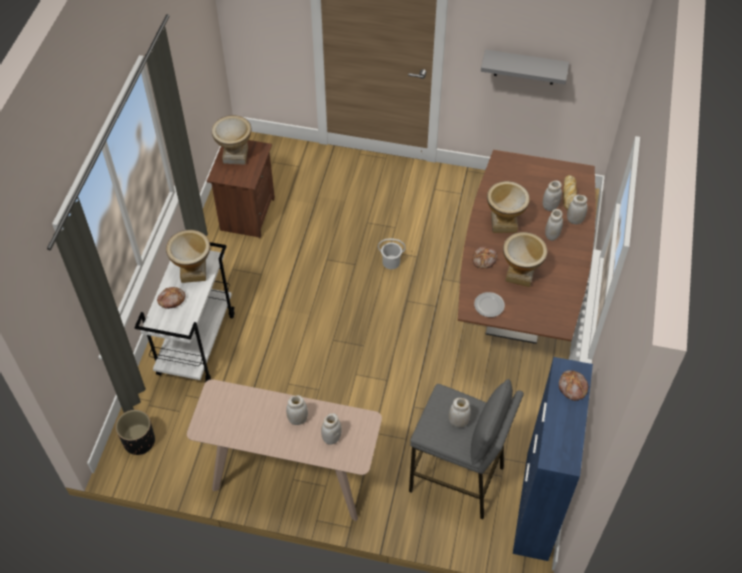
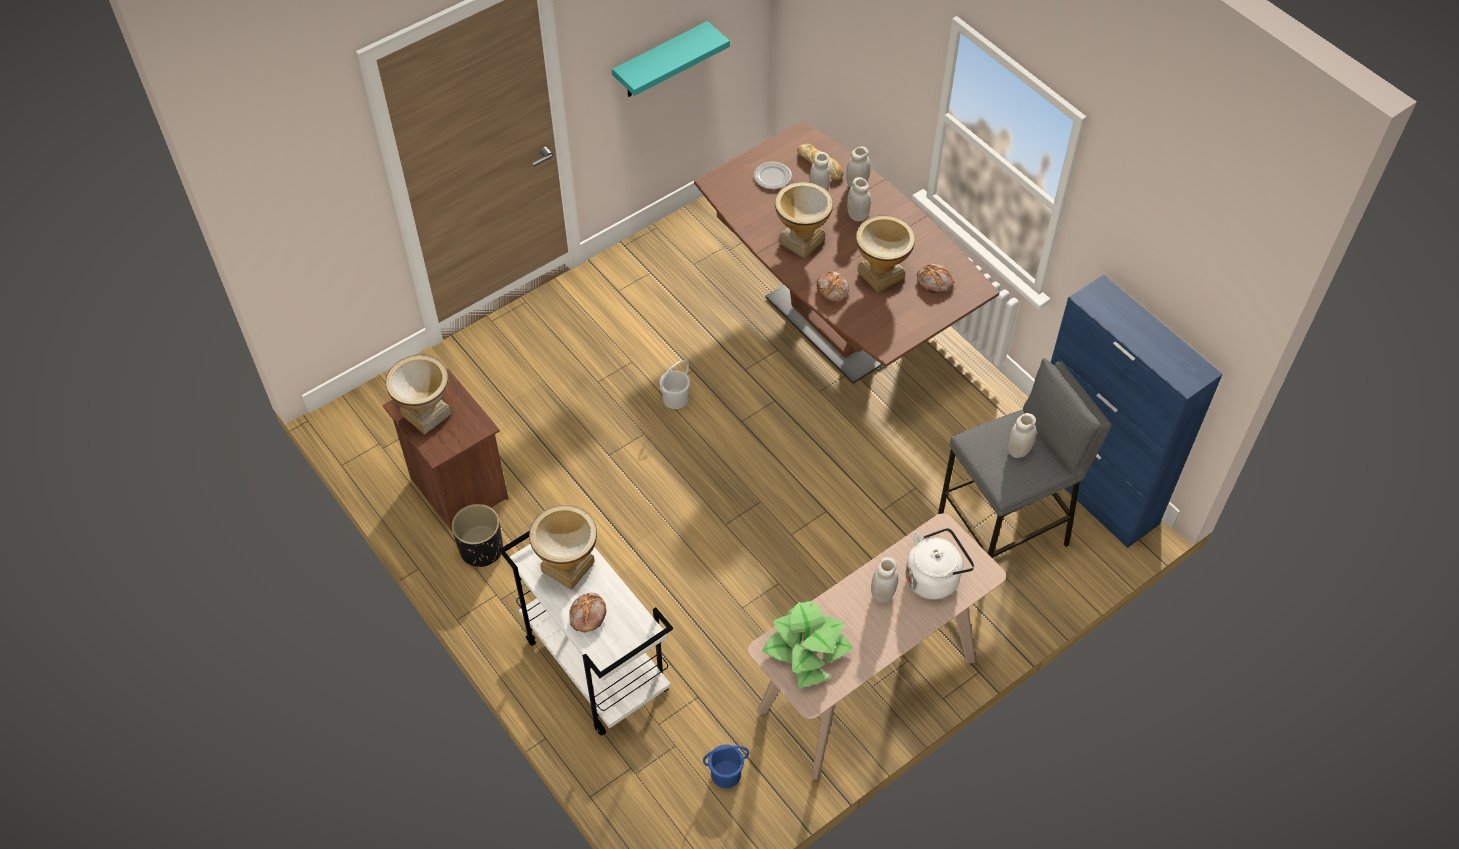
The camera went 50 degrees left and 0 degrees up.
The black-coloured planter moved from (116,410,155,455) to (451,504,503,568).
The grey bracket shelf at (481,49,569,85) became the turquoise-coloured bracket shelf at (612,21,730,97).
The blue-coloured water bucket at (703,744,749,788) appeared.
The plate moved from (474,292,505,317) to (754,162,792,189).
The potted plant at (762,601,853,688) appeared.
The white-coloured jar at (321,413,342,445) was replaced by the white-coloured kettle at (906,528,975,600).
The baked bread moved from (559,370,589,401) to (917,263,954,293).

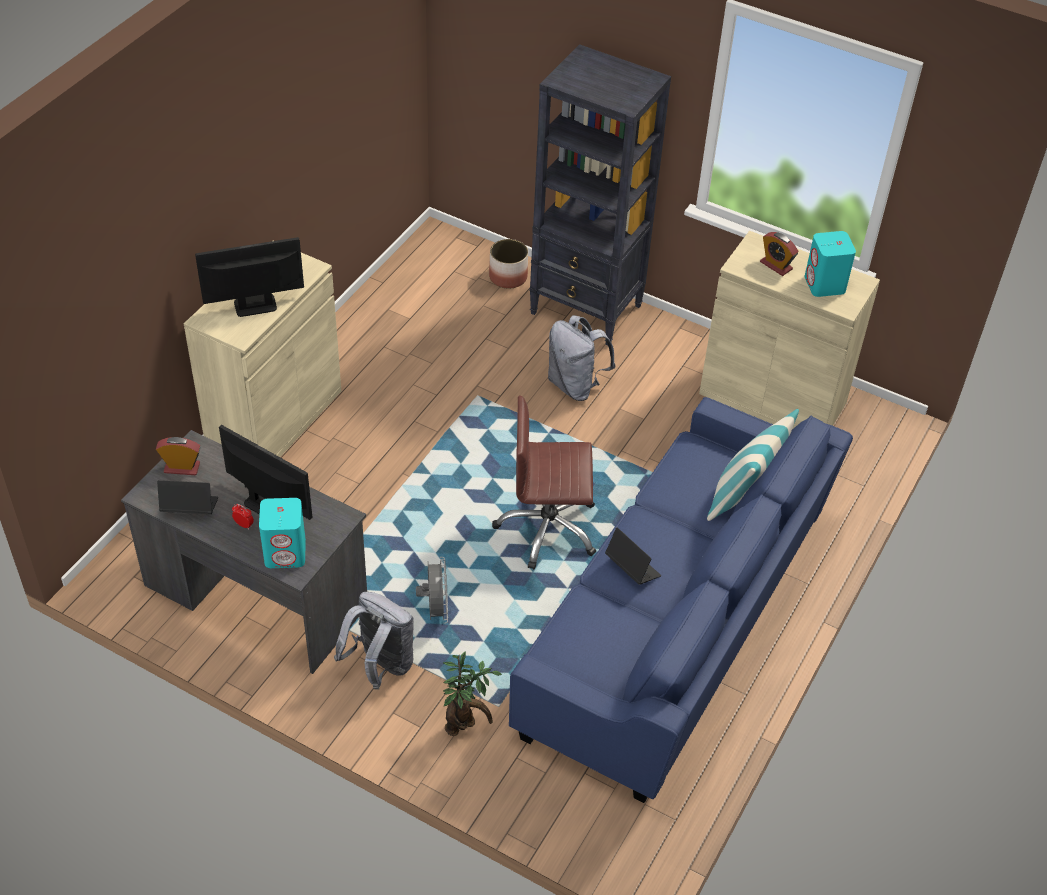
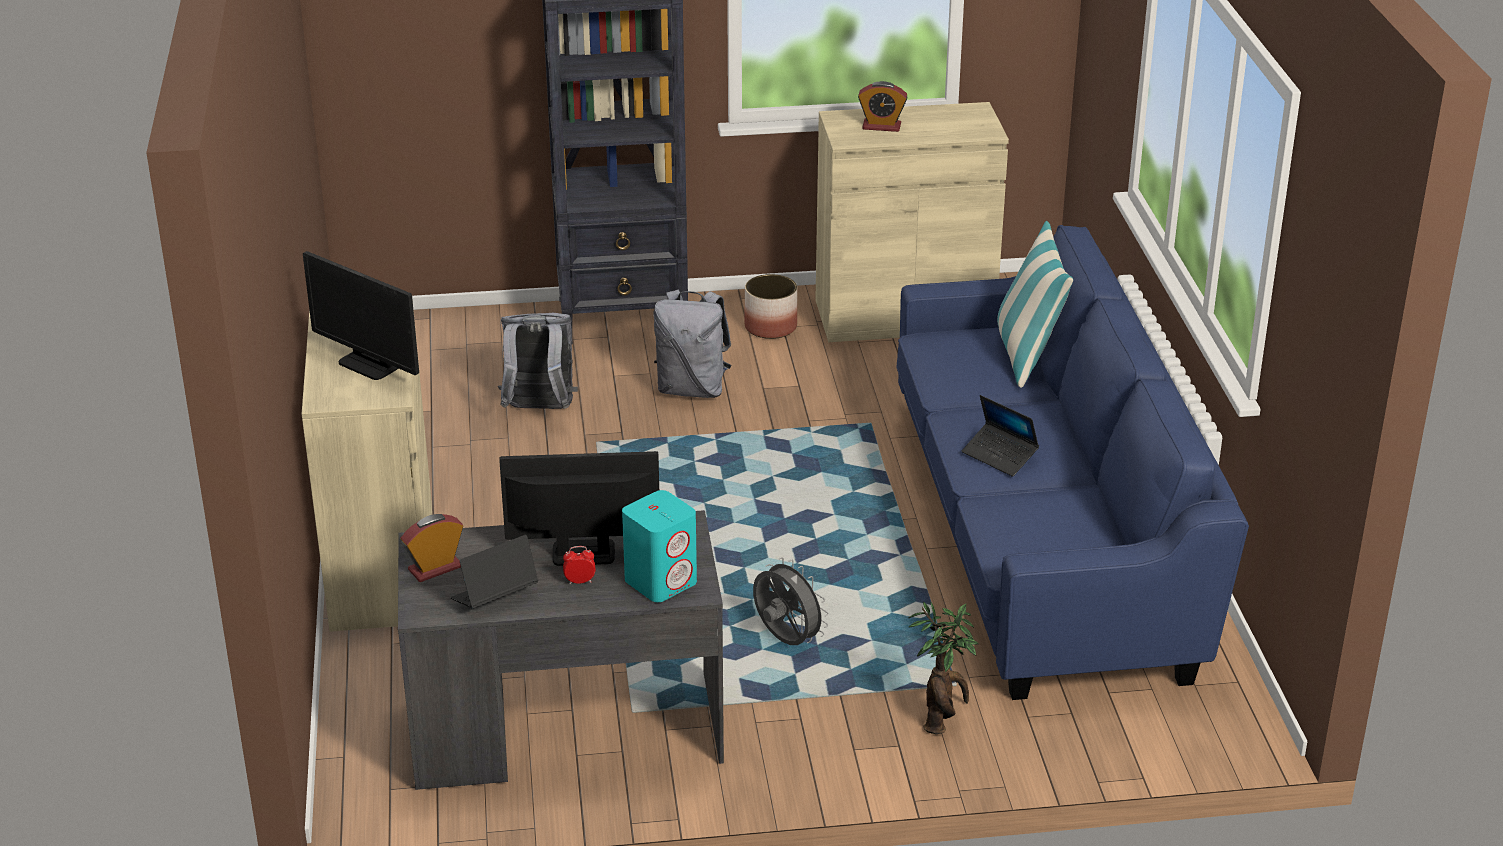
The camera went 35 degrees left and 15 degrees down.
The computer screen at (195,237,304,317) turned 90 degrees counterclockwise.
The grey knapsack moved from (334,592,414,690) to (498,313,578,409).
The planter moved from (489,239,528,289) to (744,274,797,339).
The notebook computer at (605,527,661,585) turned 150 degrees counterclockwise.
The brown desk chair at (492,395,596,570) disappeared.
The turquoise-coloured loudspeaker at (805,231,856,297) disappeared.

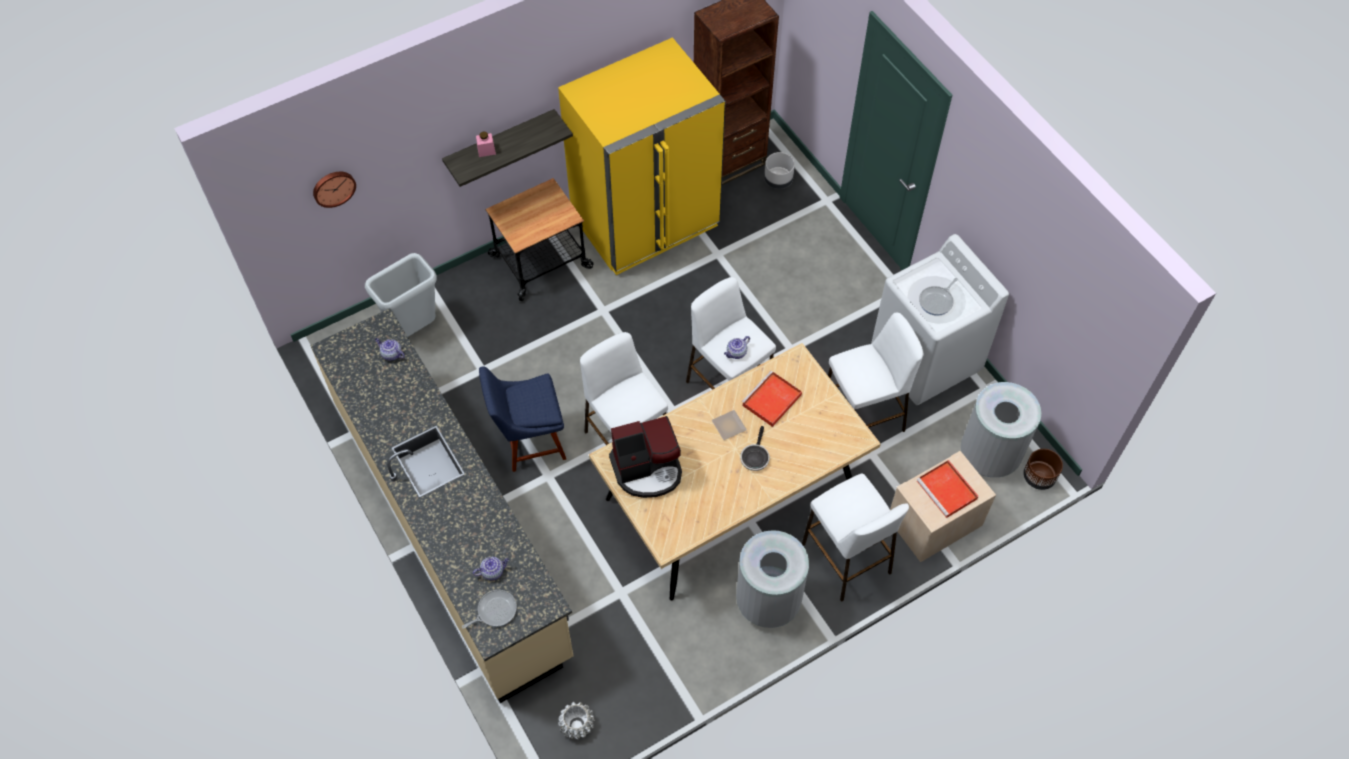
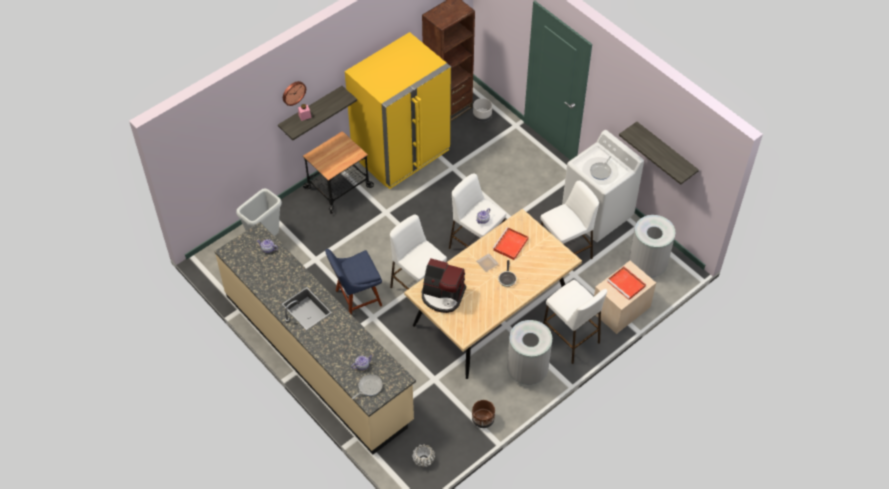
The camera went 10 degrees left and 5 degrees down.
The clock on the wall moved from (313,172,356,208) to (283,81,306,106).
The coffee machine at (609,416,682,498) turned 45 degrees clockwise.
The brown planter moved from (1023,449,1063,490) to (472,400,495,428).
The bracket shelf at (619,122,699,185) appeared.

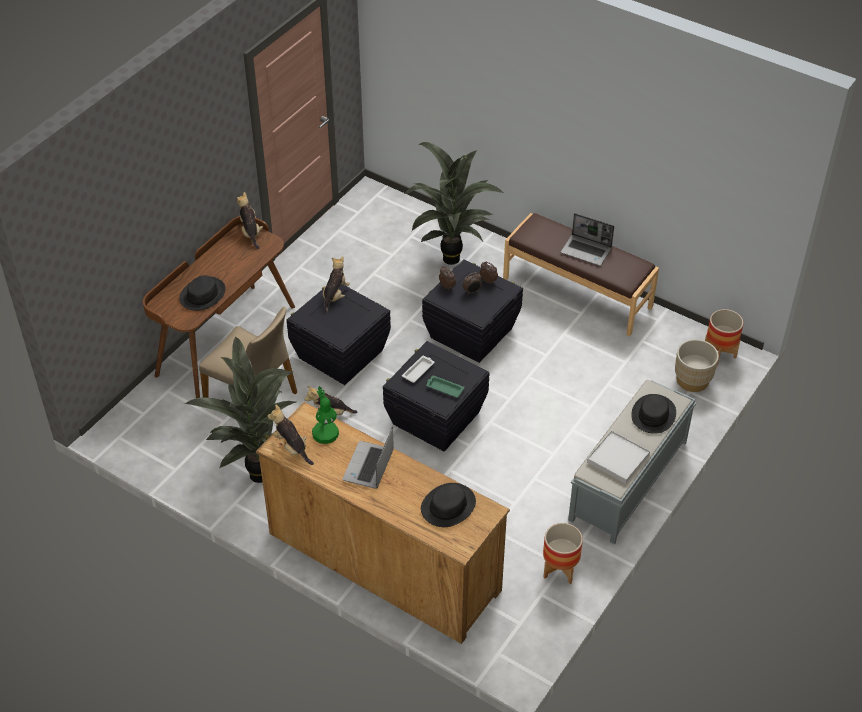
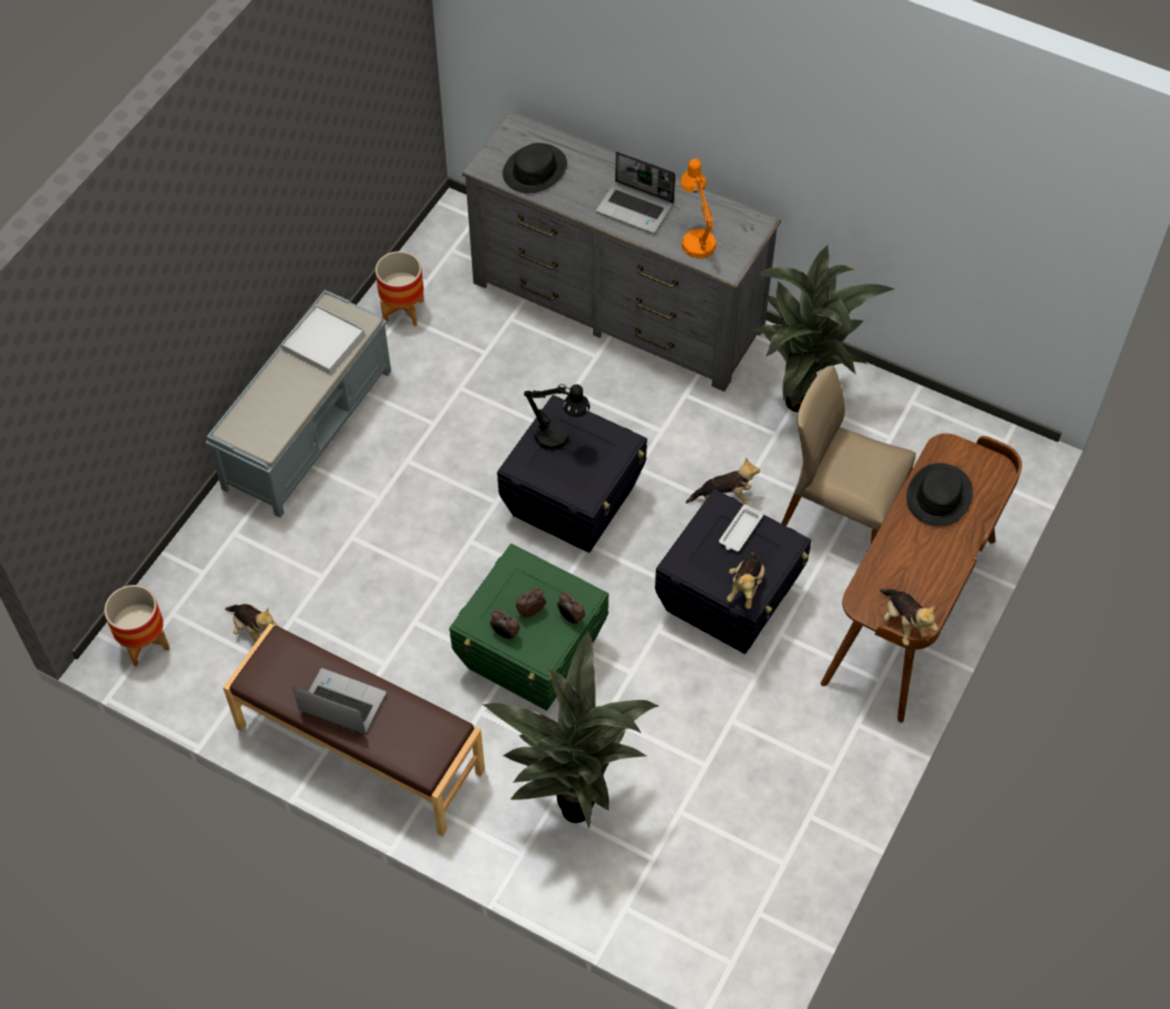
The camera went 175 degrees right and 10 degrees up.
The cuddly toy moved from (268,404,314,465) to (225,604,279,643).
The black-coloured storage container at (422,259,523,363) became the green-coloured storage container at (449,543,609,711).
The brown drawer chest at (256,402,510,644) became the grey drawer chest at (462,111,781,392).
The green-coloured carrying tray at (426,376,465,398) was replaced by the black-coloured lamp for a table at (524,384,590,450).
The notebook computer at (343,427,394,489) turned 105 degrees clockwise.
The green-coloured lamp for a table at (312,386,339,444) became the orangey lamp for a table at (680,158,717,258).
The white-coloured carrying tray moved from (402,356,435,383) to (719,504,763,552).
The black-coloured clothing hat at (631,394,676,434) disappeared.
The sand-coloured planter at (675,339,719,392) disappeared.

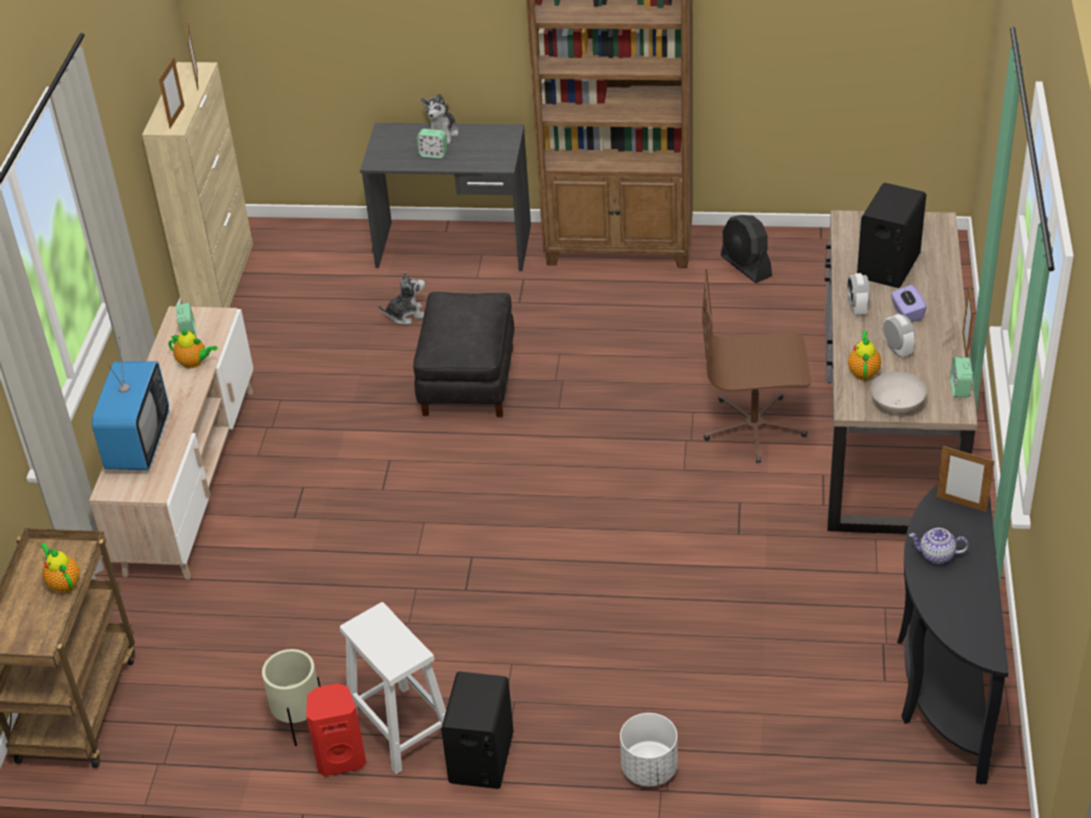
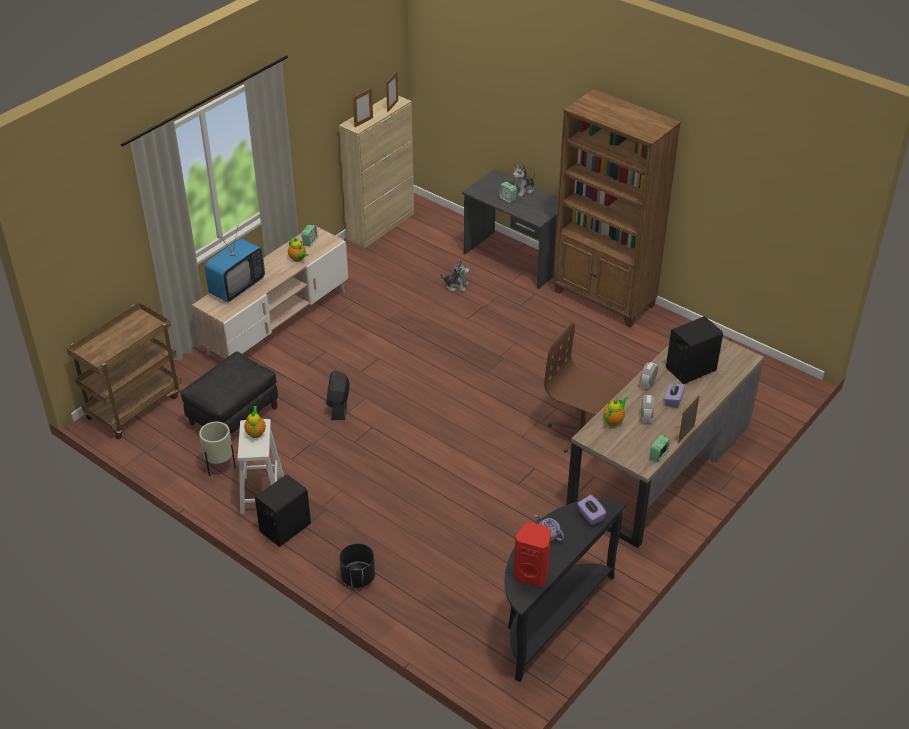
The camera went 30 degrees right and 0 degrees up.
The black-coloured ottoman moved from (413,292,514,417) to (180,352,278,435).
The tea pot moved from (40,543,80,593) to (244,406,266,438).
The black-coloured electric fan moved from (721,215,772,283) to (326,370,350,420).
The white-coloured planter at (620,713,678,787) became the black-coloured planter at (339,543,375,588).
The red loudspeaker moved from (306,683,366,776) to (514,522,551,587).
The picture frame at (936,446,994,512) was replaced by the purple tissue box at (577,495,606,525).
The white-coloured bowl at (870,371,927,412) disappeared.

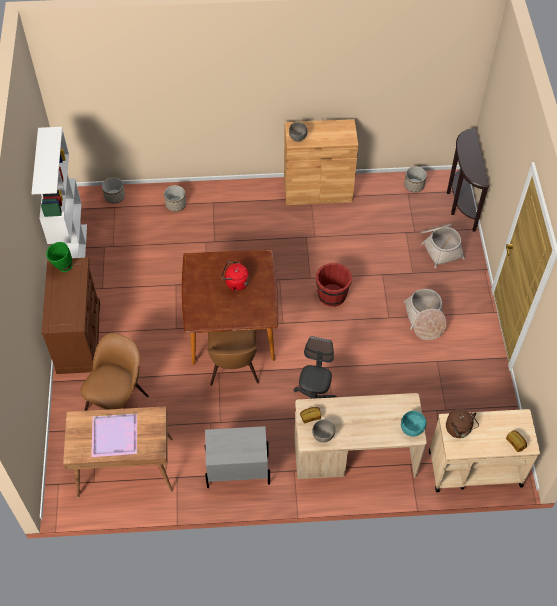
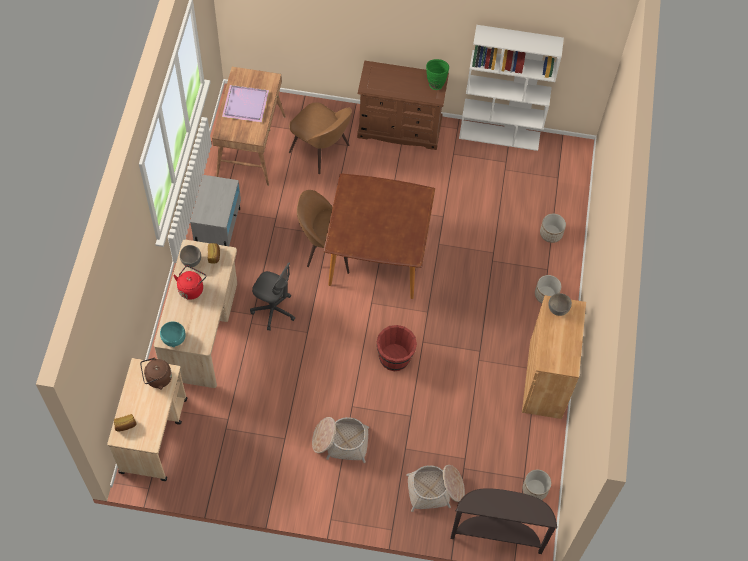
The camera went 100 degrees right and 5 degrees up.
The red kettle moved from (221,261,249,291) to (173,265,206,300).
The planter moved from (102,177,125,204) to (535,275,561,303).

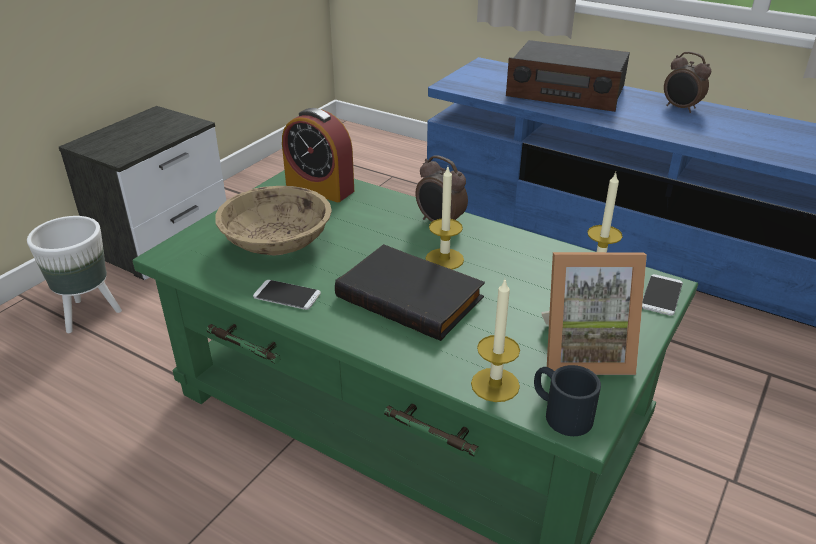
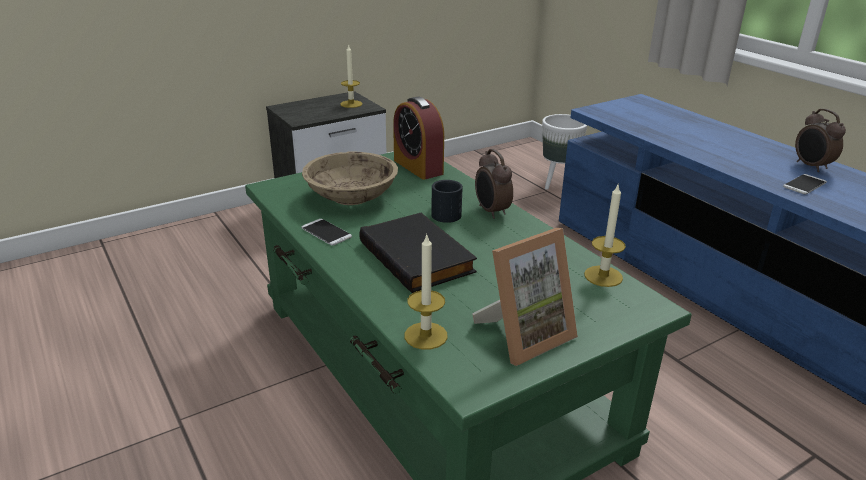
The camera went 25 degrees right and 5 degrees down.
The wax candle moved from (425,167,464,270) to (340,44,362,108).
The black-coloured tea mug moved from (534,365,601,436) to (431,180,463,223).
The picture frame at (541,252,647,375) turned 60 degrees counterclockwise.
The white-coloured planter moved from (27,216,122,333) to (542,114,587,190).
The telephone moved from (642,274,683,316) to (783,174,827,194).
The radio set at (506,40,630,112) disappeared.

